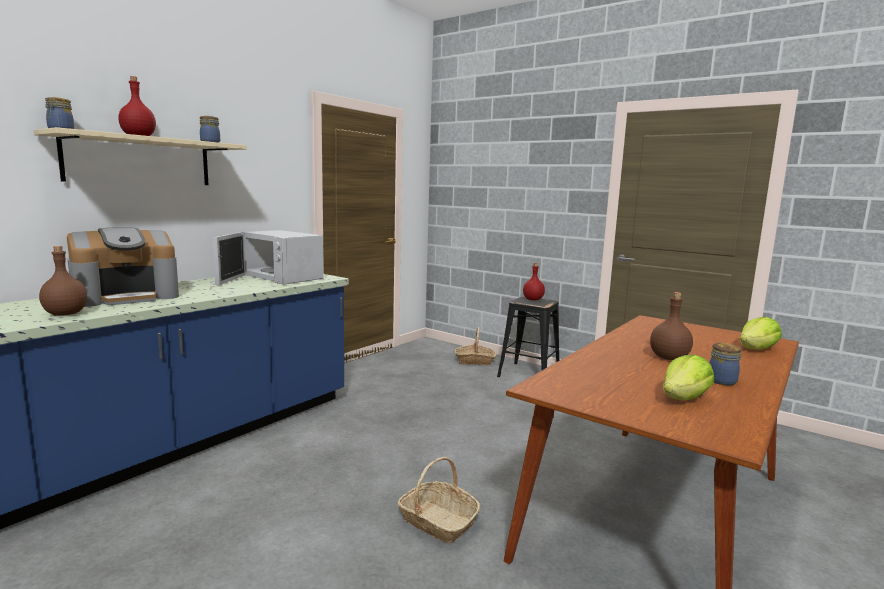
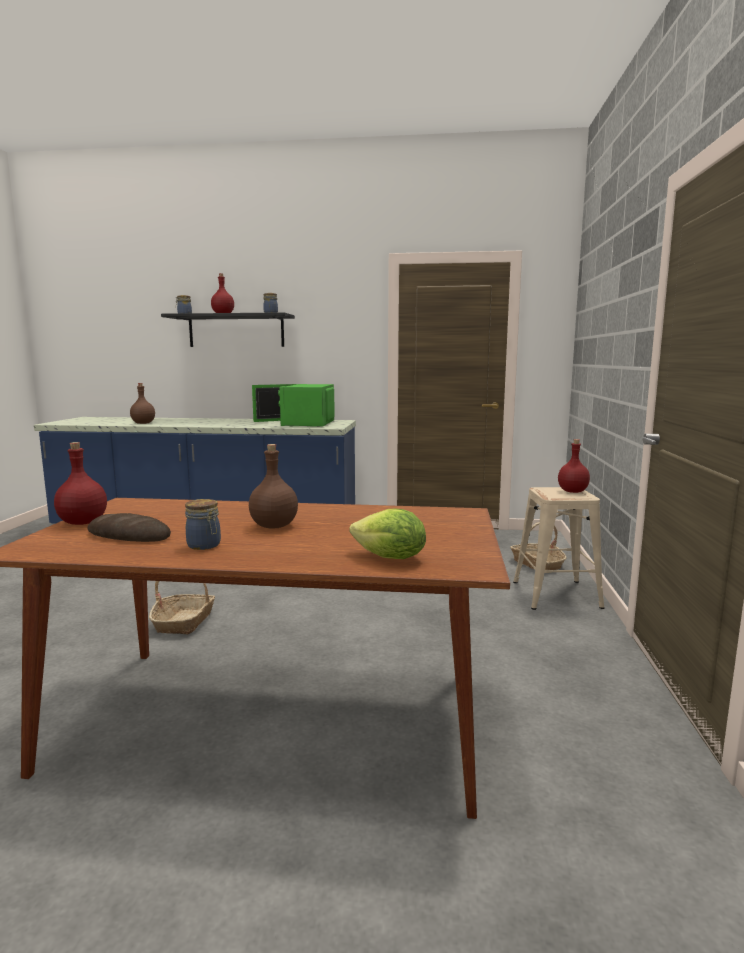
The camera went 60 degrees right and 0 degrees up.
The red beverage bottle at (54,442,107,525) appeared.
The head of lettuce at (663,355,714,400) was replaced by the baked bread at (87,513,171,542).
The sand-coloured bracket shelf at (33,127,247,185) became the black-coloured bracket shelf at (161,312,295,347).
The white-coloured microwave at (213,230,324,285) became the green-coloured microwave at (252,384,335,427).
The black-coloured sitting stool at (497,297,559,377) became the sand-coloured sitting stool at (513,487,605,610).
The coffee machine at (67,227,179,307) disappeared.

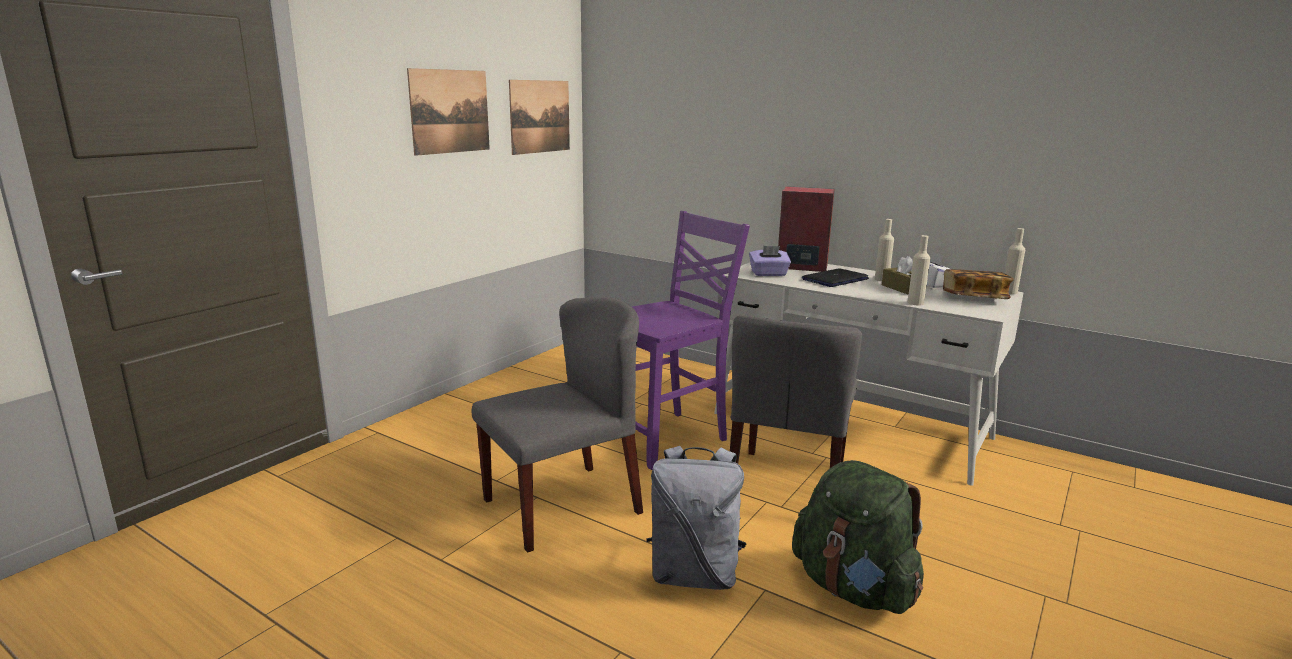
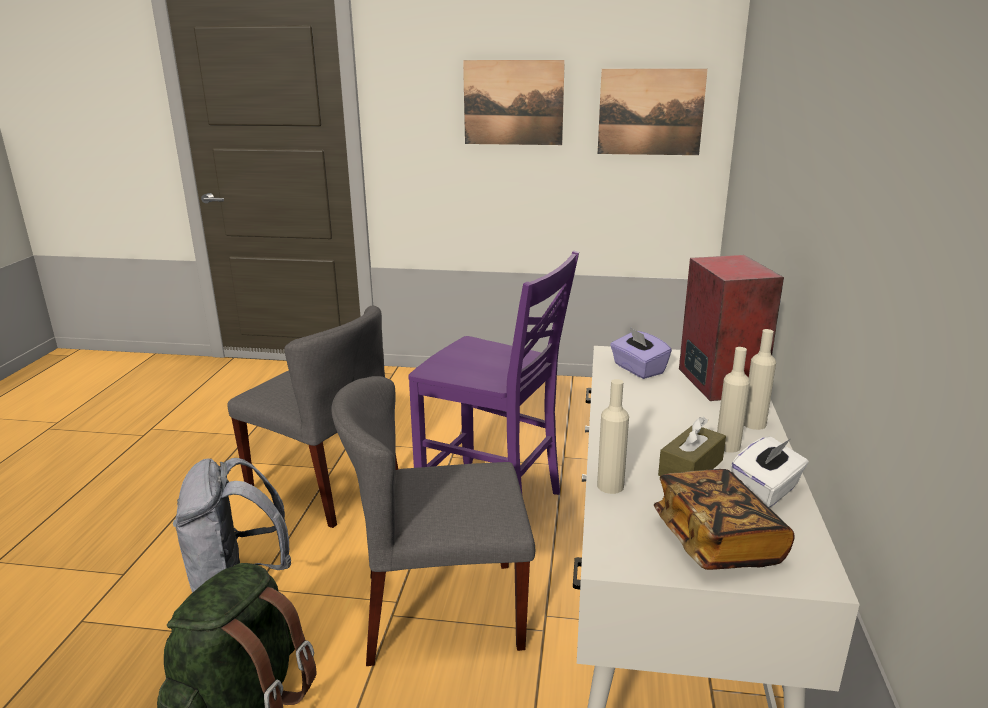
The camera went 65 degrees right and 5 degrees up.
The sand-coloured beverage bottle moved from (1005,228,1025,294) to (744,329,776,430).
The notebook computer at (802,268,869,287) disappeared.

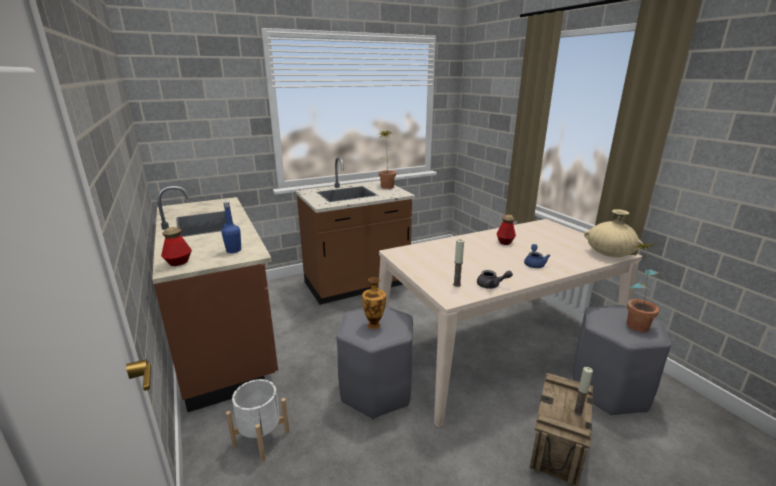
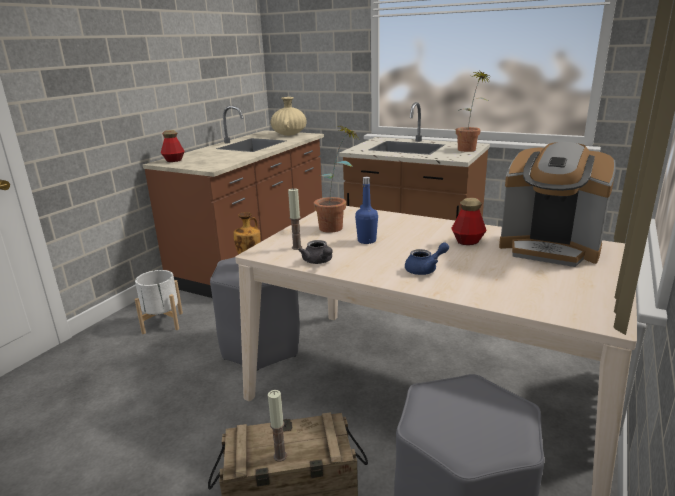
The camera went 55 degrees right and 0 degrees up.
The sand-coloured vase moved from (584,209,643,257) to (271,97,307,136).
The potted plant moved from (627,243,659,332) to (313,126,359,233).
The blue-coloured beverage bottle moved from (221,201,241,253) to (355,177,378,244).
The coffee machine at (499,142,616,267) appeared.

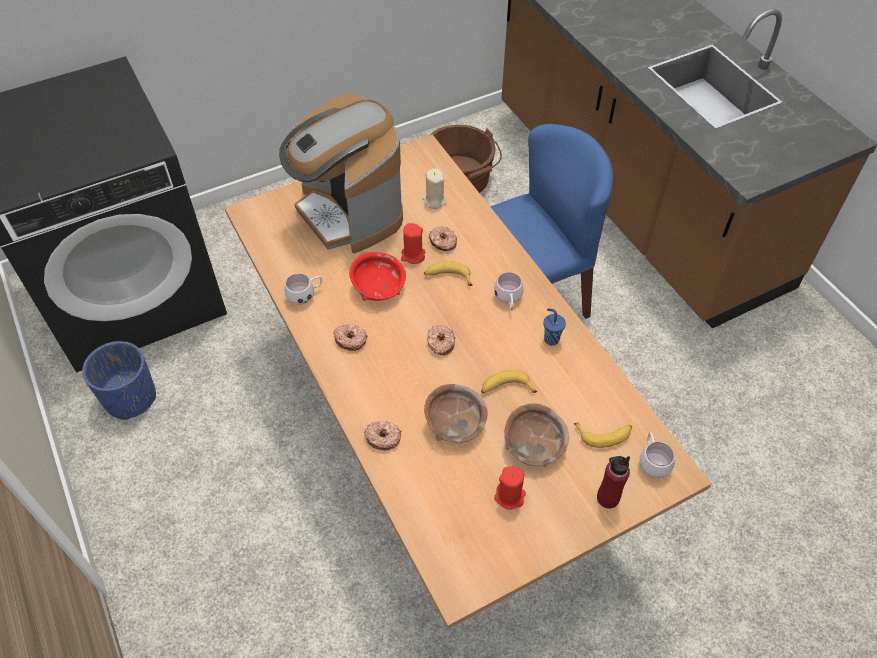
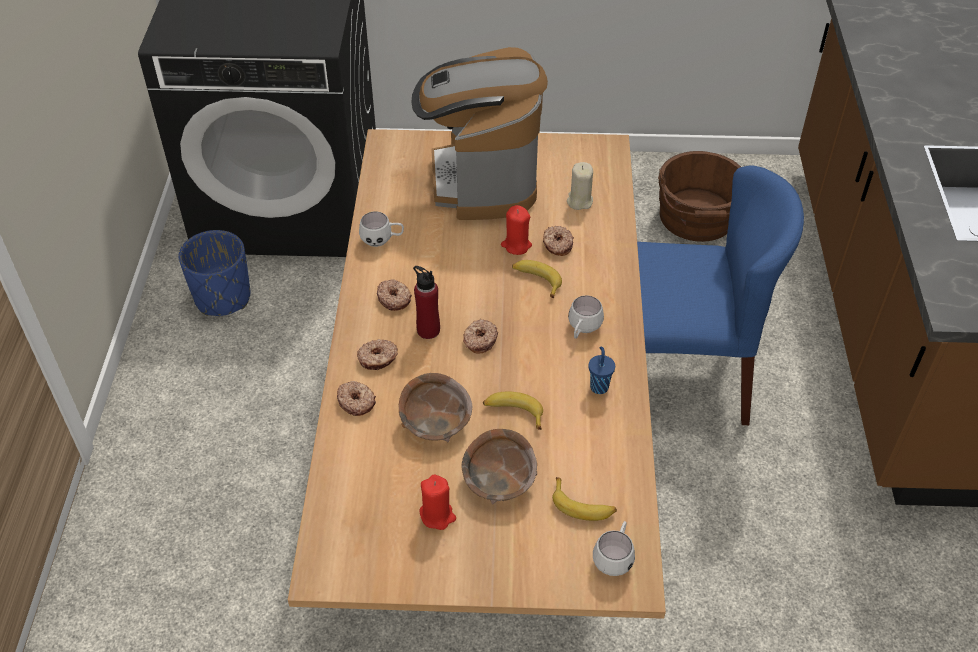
The camera went 30 degrees right and 5 degrees down.
The ring doughnut at (357,339,398,370) appeared.
The red beverage bottle moved from (597,456,630,508) to (413,266,440,339).
The red bowl at (349,252,406,301) disappeared.

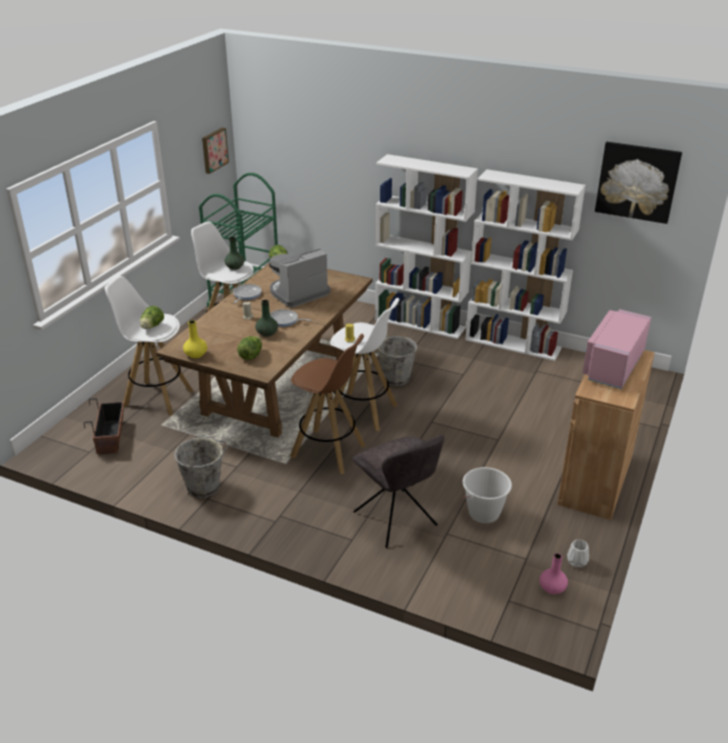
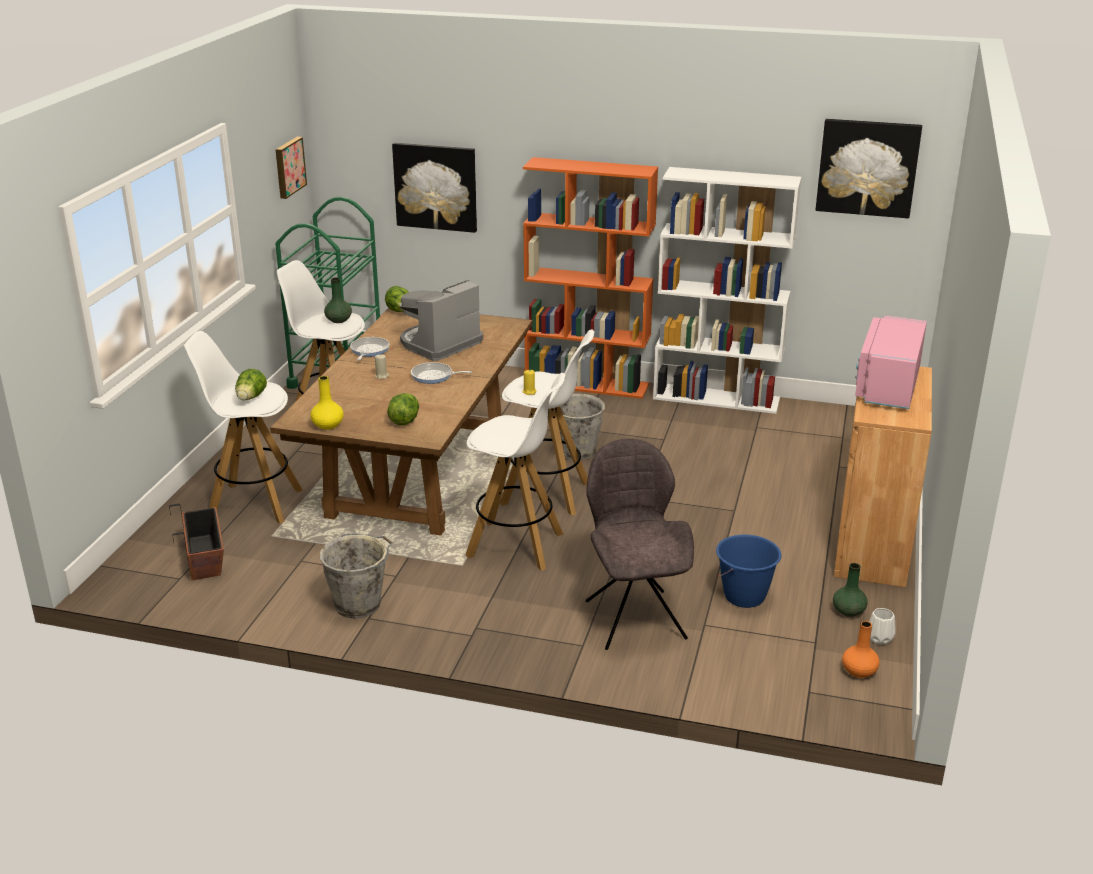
The camera went 10 degrees left and 5 degrees down.
The wall art at (392,143,477,233) appeared.
The brown sitting stool at (290,334,365,474) became the white-coloured sitting stool at (465,373,566,570).
The white-coloured bookshelf at (375,154,478,339) became the orangey bookshelf at (523,157,658,399).
The grey upright chair at (352,435,444,548) turned 150 degrees counterclockwise.
The white-coloured water bucket at (463,467,512,523) became the blue-coloured water bucket at (716,534,781,608).
The green-coloured vase moved from (255,300,278,337) to (833,563,868,617).
The pink vase at (540,553,568,594) became the orangey vase at (842,621,880,678).

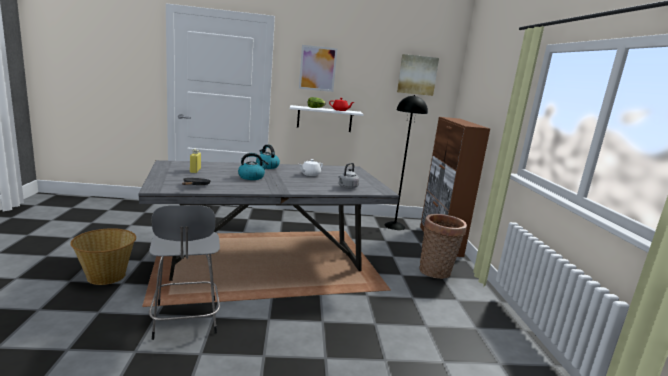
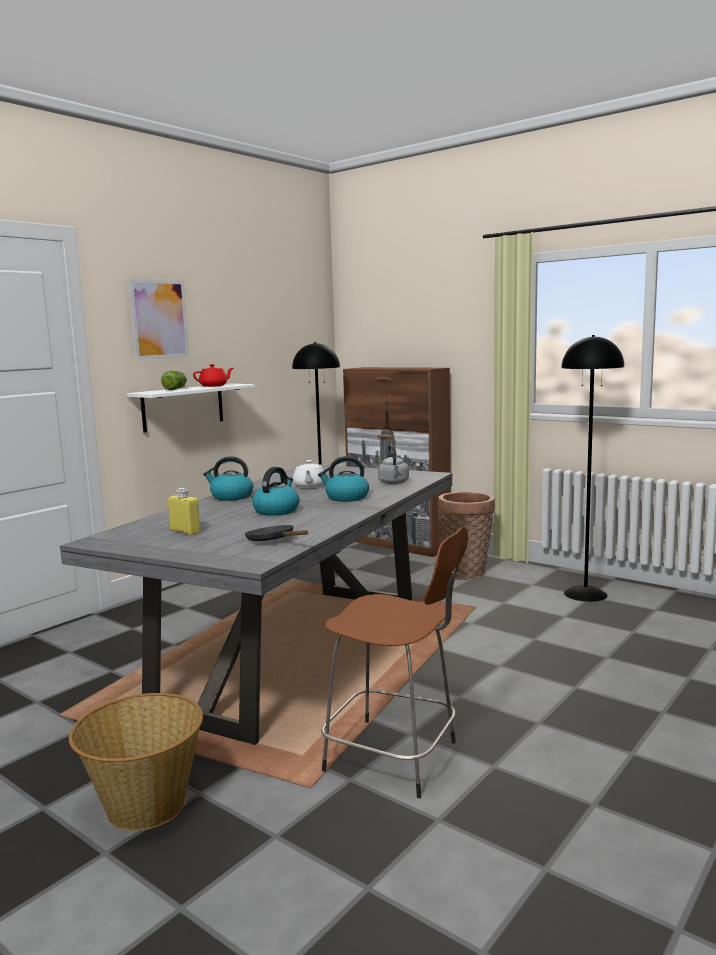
The camera went 45 degrees left and 5 degrees down.
The kettle at (318,456,369,502) appeared.
The grey sitting stool at (149,205,220,340) became the brown sitting stool at (321,527,468,798).
The black-coloured standard lamp at (561,335,624,602) appeared.
The wall art at (397,54,439,96) disappeared.

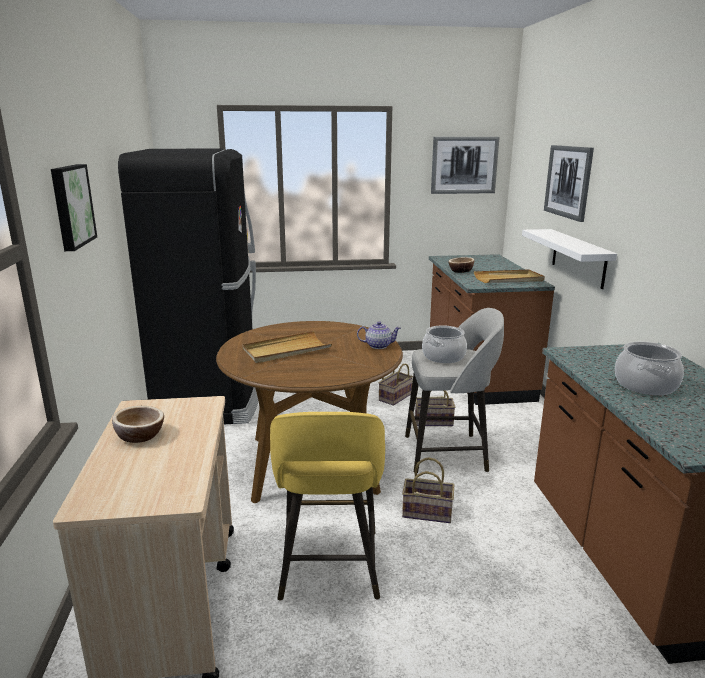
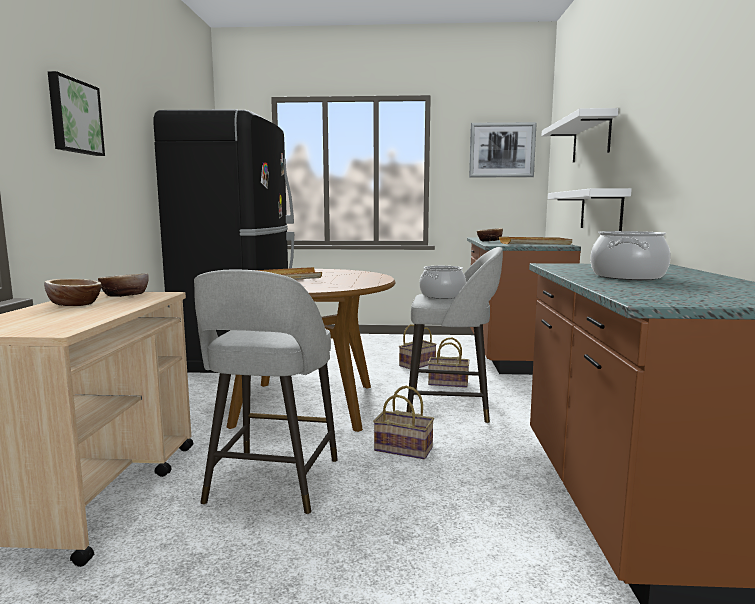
The camera went 10 degrees right and 10 degrees down.
The bowl at (98,274,149,297) appeared.
The yellow sitting stool at (270,412,385,601) became the grey sitting stool at (194,270,338,514).
The wall art at (544,145,594,222) was replaced by the white-coloured bracket shelf at (542,108,619,162).
The tea pot at (357,321,401,349) disappeared.

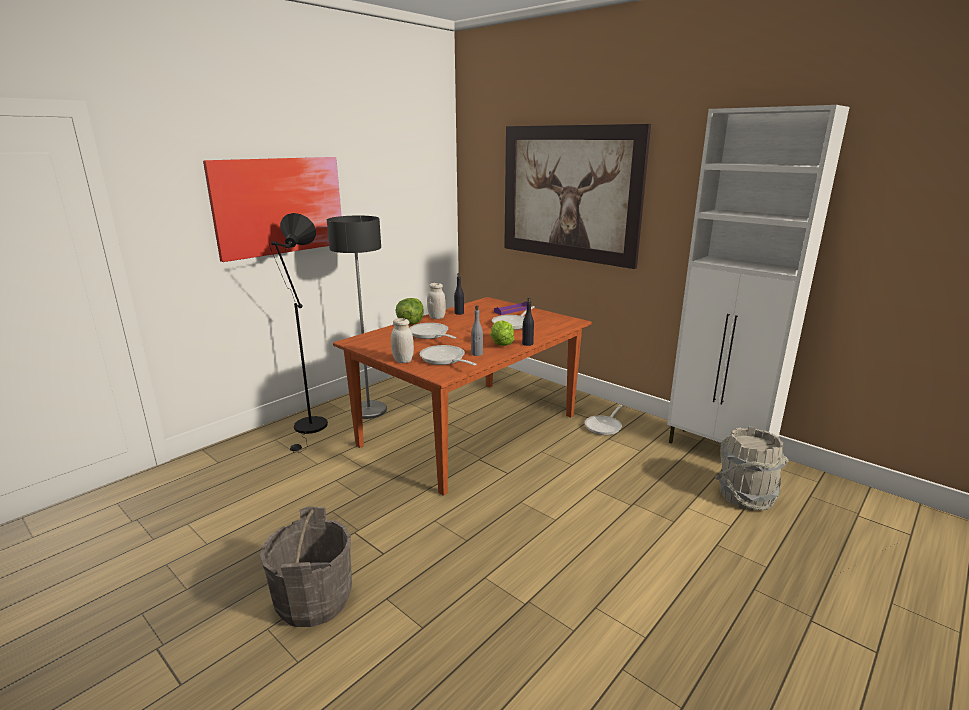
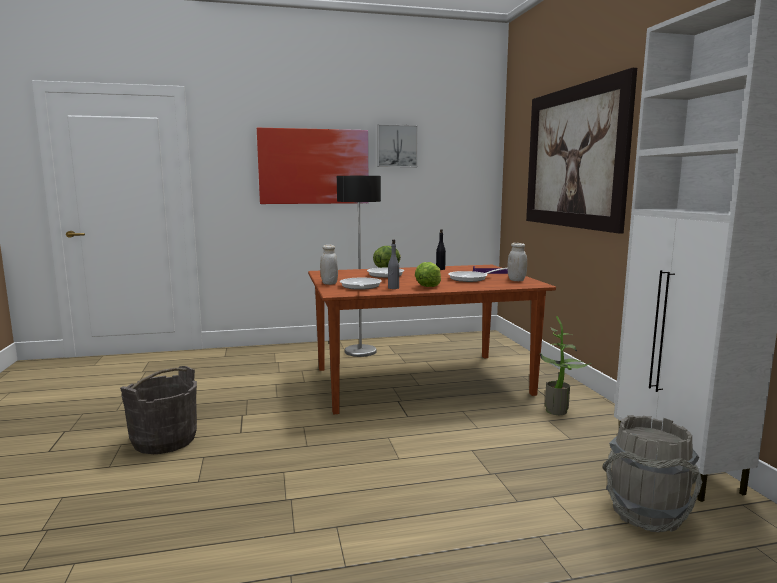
The camera went 35 degrees right and 10 degrees down.
The wall art at (377,124,418,167) appeared.
The white-coloured jar moved from (427,283,446,319) to (507,243,527,281).
The pan at (585,405,622,435) was replaced by the potted plant at (540,316,591,415).
The black-coloured standard lamp at (269,213,328,453) disappeared.
The black-coloured beverage bottle at (522,297,534,346) disappeared.

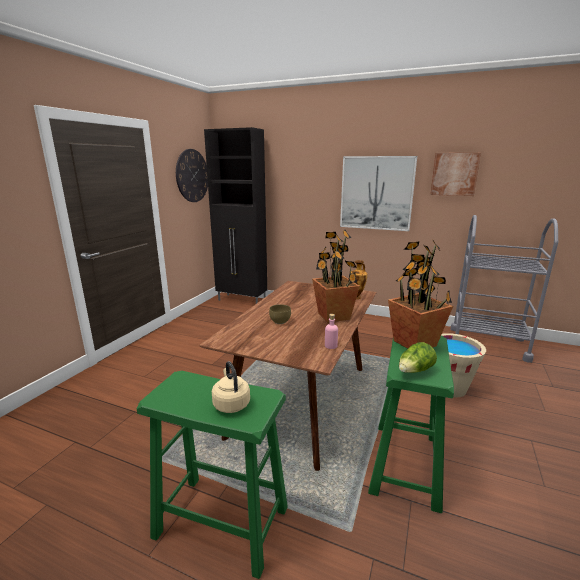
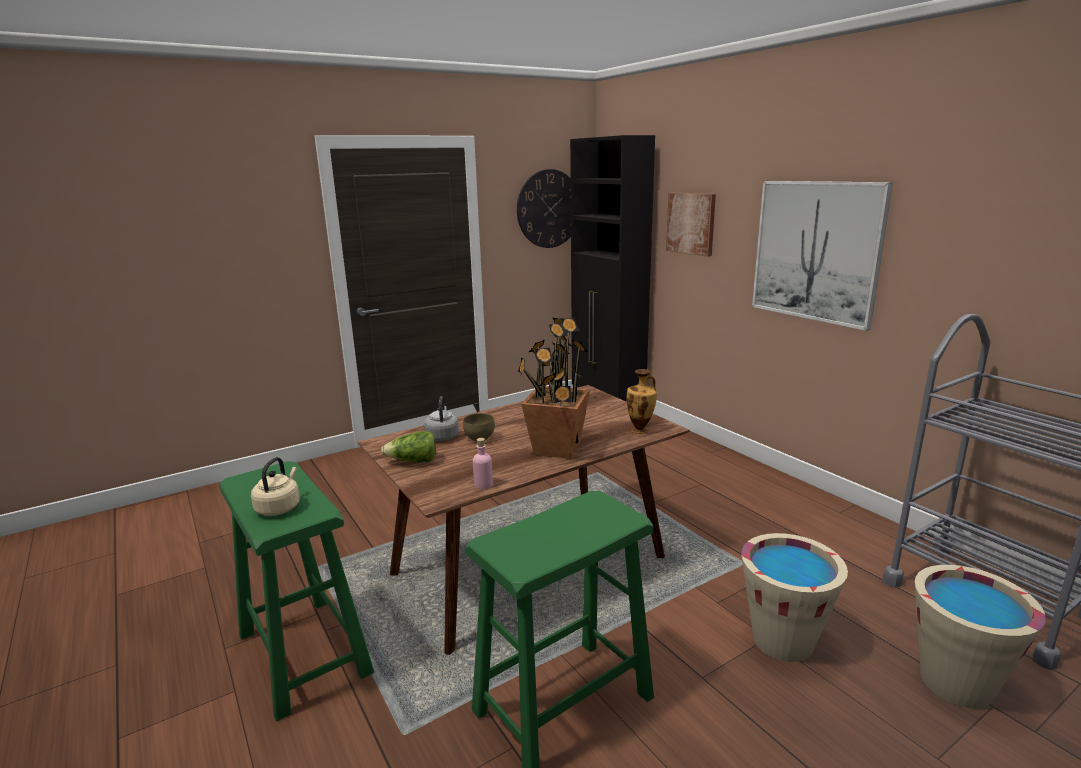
The camera went 35 degrees right and 0 degrees up.
The head of lettuce moved from (399,342,437,373) to (381,431,436,462).
The grey kettle at (424,396,459,441) appeared.
The wall art moved from (430,153,481,196) to (666,192,716,257).
The sand-coloured water bucket at (915,565,1046,709) appeared.
The potted plant at (388,239,453,349) disappeared.

